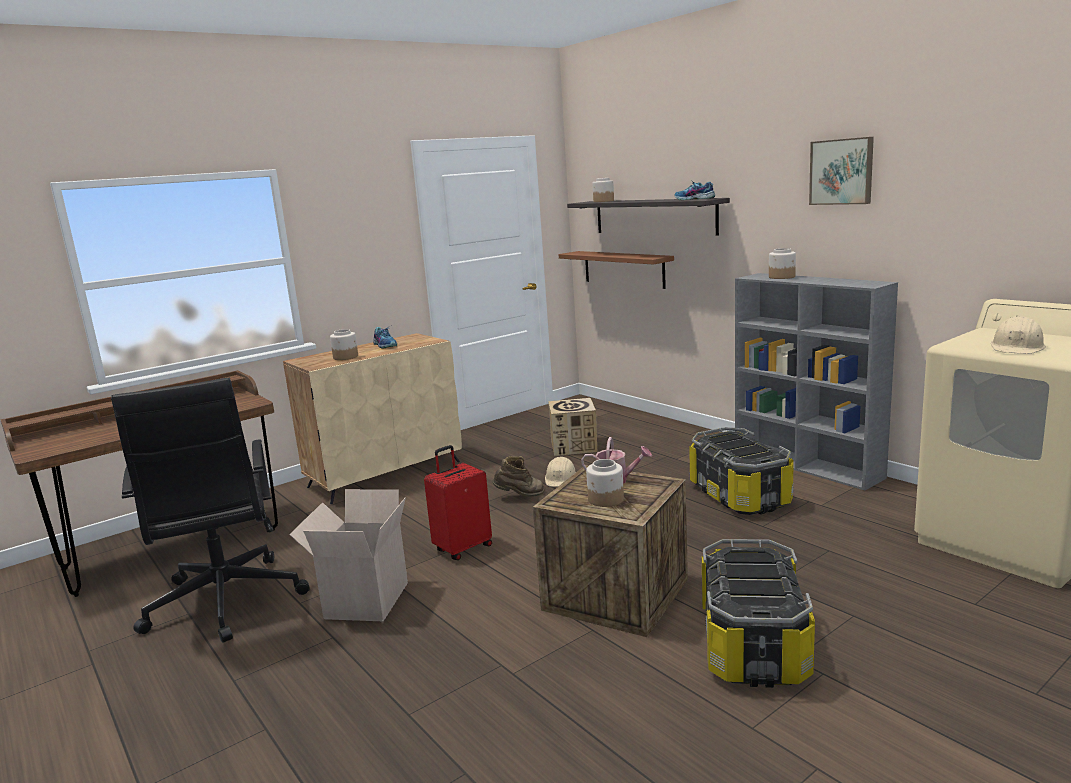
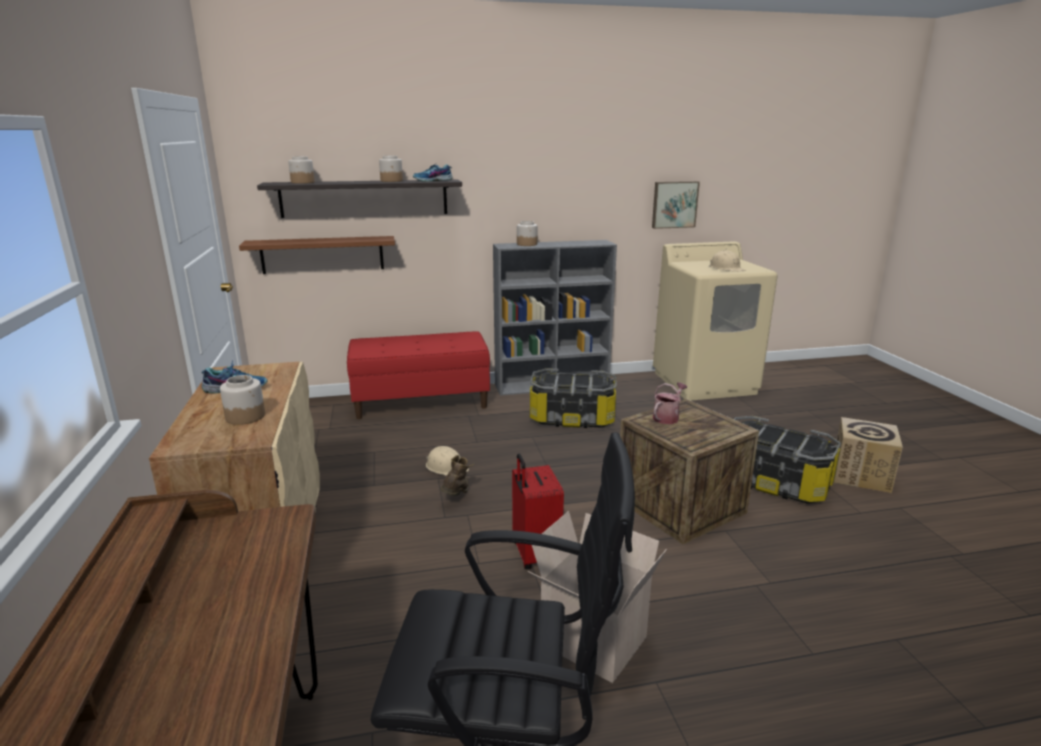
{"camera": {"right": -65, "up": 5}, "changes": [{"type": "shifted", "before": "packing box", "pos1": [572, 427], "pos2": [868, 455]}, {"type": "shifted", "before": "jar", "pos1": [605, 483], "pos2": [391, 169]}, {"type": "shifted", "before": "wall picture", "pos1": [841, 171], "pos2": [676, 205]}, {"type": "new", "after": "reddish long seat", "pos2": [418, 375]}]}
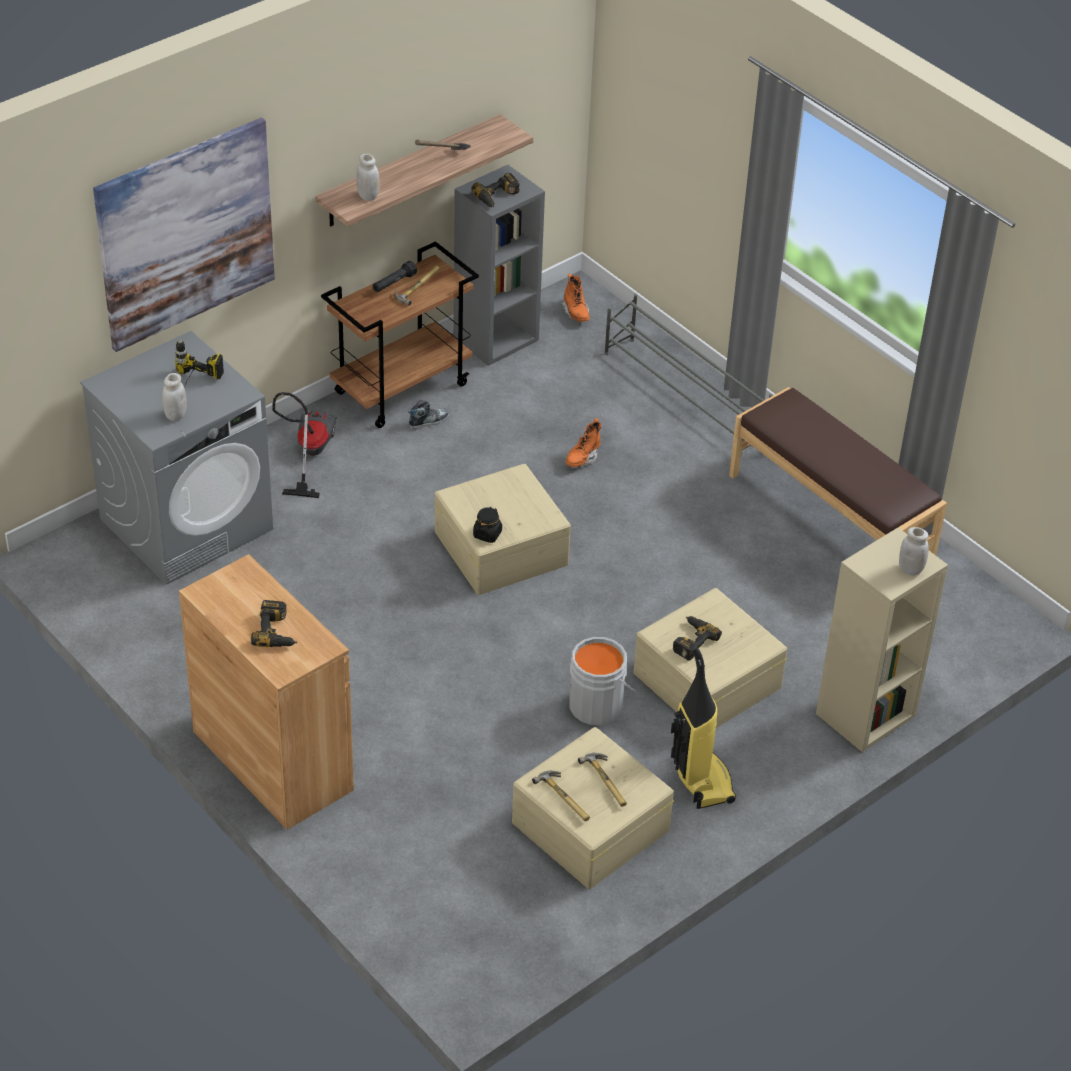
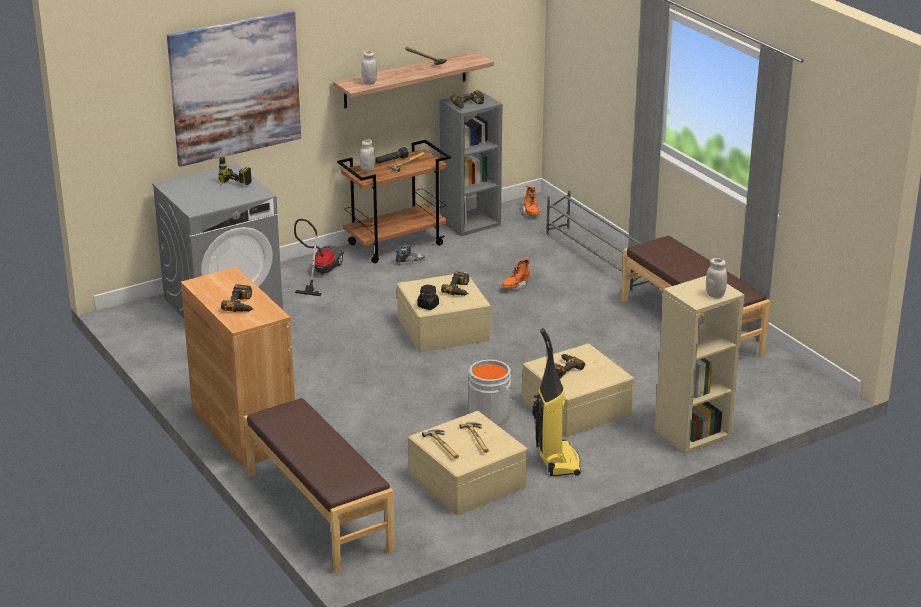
{"camera": {"right": 10, "up": -15}, "changes": [{"type": "shifted", "before": "white jar", "pos1": [174, 397], "pos2": [367, 155]}, {"type": "new", "after": "brown-coloured long seat", "pos2": [319, 485]}, {"type": "new", "after": "drill", "pos2": [455, 283]}]}
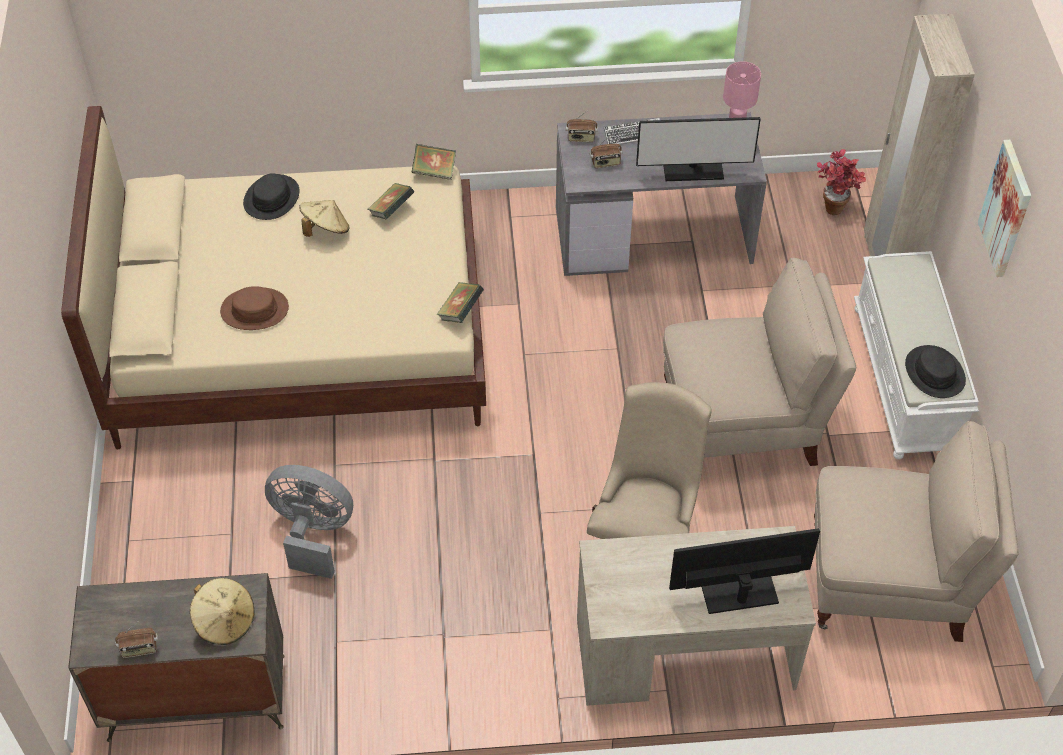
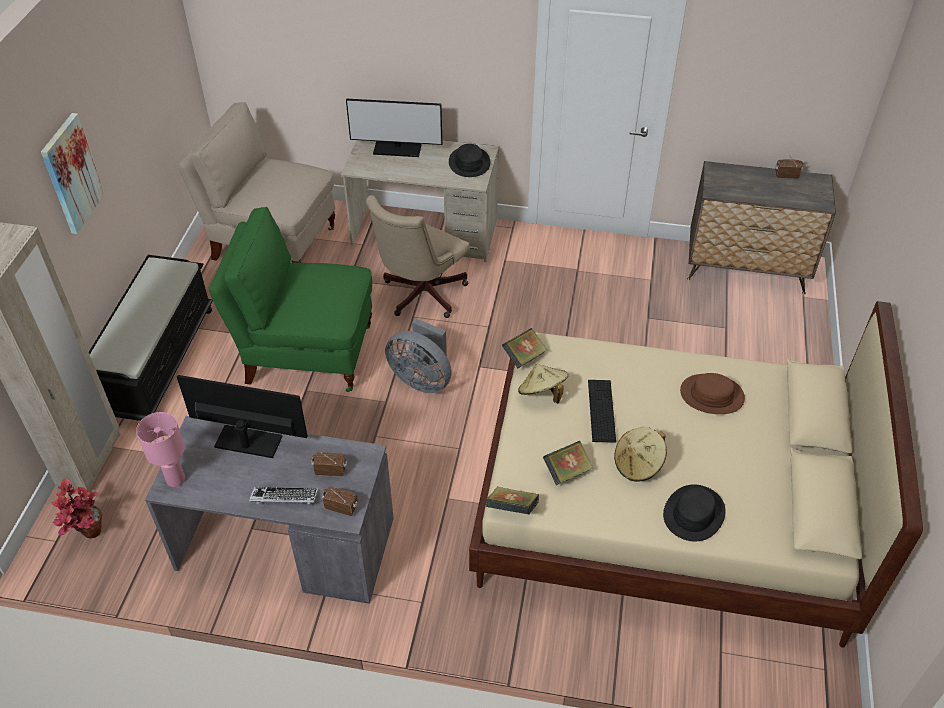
{"camera": {"right": -165, "up": -5}, "changes": [{"type": "shifted", "before": "beige-coloured clothing hat", "pos1": [222, 611], "pos2": [543, 384]}, {"type": "shifted", "before": "greyish electric fan", "pos1": [309, 522], "pos2": [418, 356]}, {"type": "repainted", "before": "beige-coloured chair", "after": "green chair", "pos1": [759, 362], "pos2": [290, 299]}, {"type": "repainted", "before": "white long seat", "after": "black-coloured long seat", "pos1": [916, 355], "pos2": [151, 338]}, {"type": "shifted", "before": "black-coloured clothing hat", "pos1": [935, 371], "pos2": [469, 160]}, {"type": "new", "after": "PC keyboard", "pos2": [602, 411]}]}
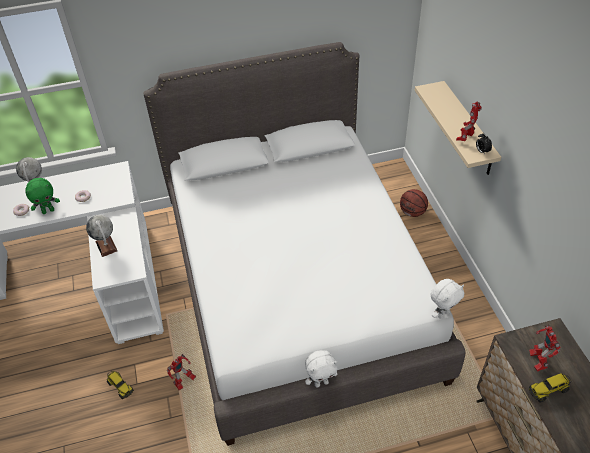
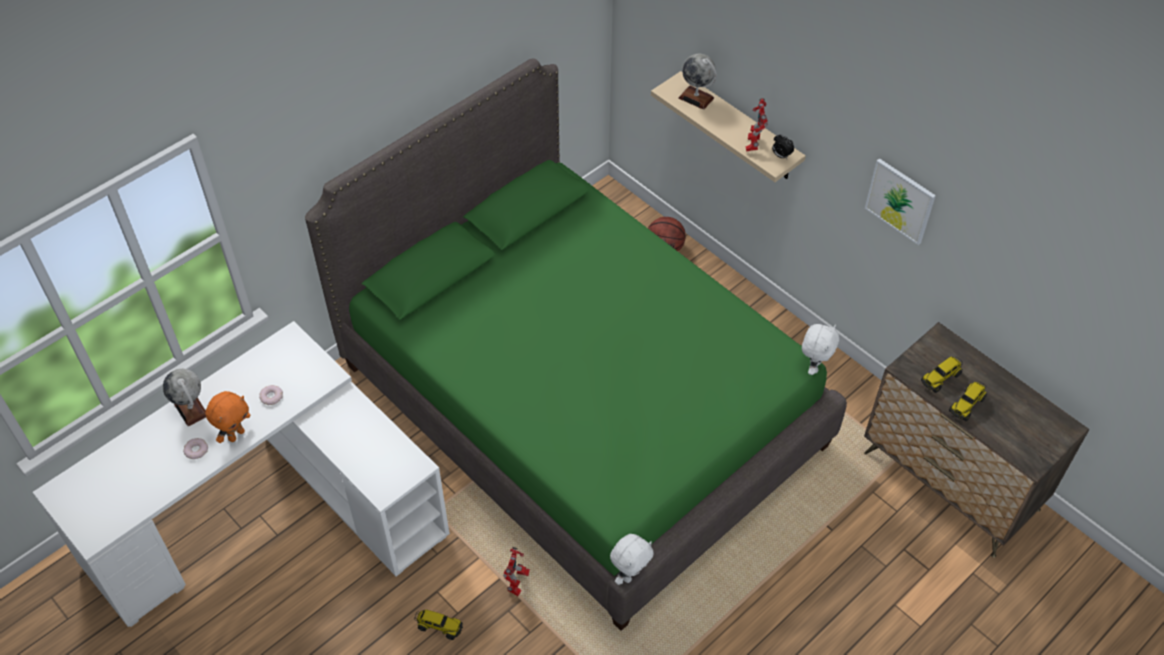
{"camera": {"right": -30, "up": 5}, "changes": [{"type": "repainted", "before": "green soft toy", "after": "orangey soft toy", "pos1": [42, 196], "pos2": [227, 417]}, {"type": "shifted", "before": "desk globe", "pos1": [102, 236], "pos2": [697, 82]}, {"type": "repainted", "before": "white bed", "after": "green bed", "pos1": [305, 244], "pos2": [576, 345]}, {"type": "shifted", "before": "white soft toy", "pos1": [321, 368], "pos2": [632, 559]}, {"type": "swapped", "before": "robot figure", "after": "toy lorry", "pos1": [545, 348], "pos2": [942, 374]}, {"type": "new", "after": "wall picture", "pos2": [900, 201]}]}
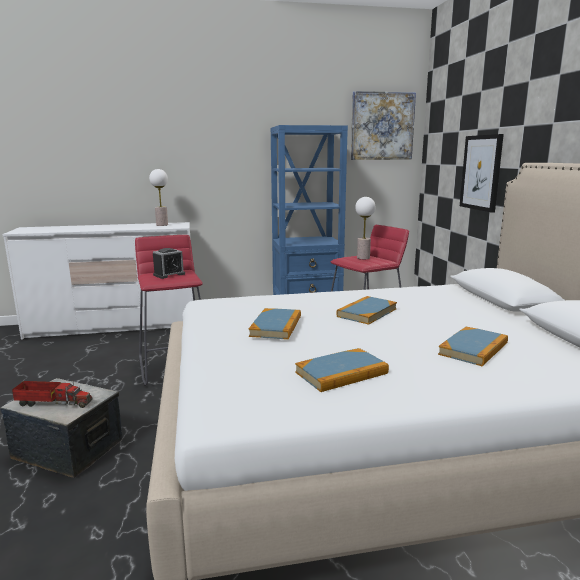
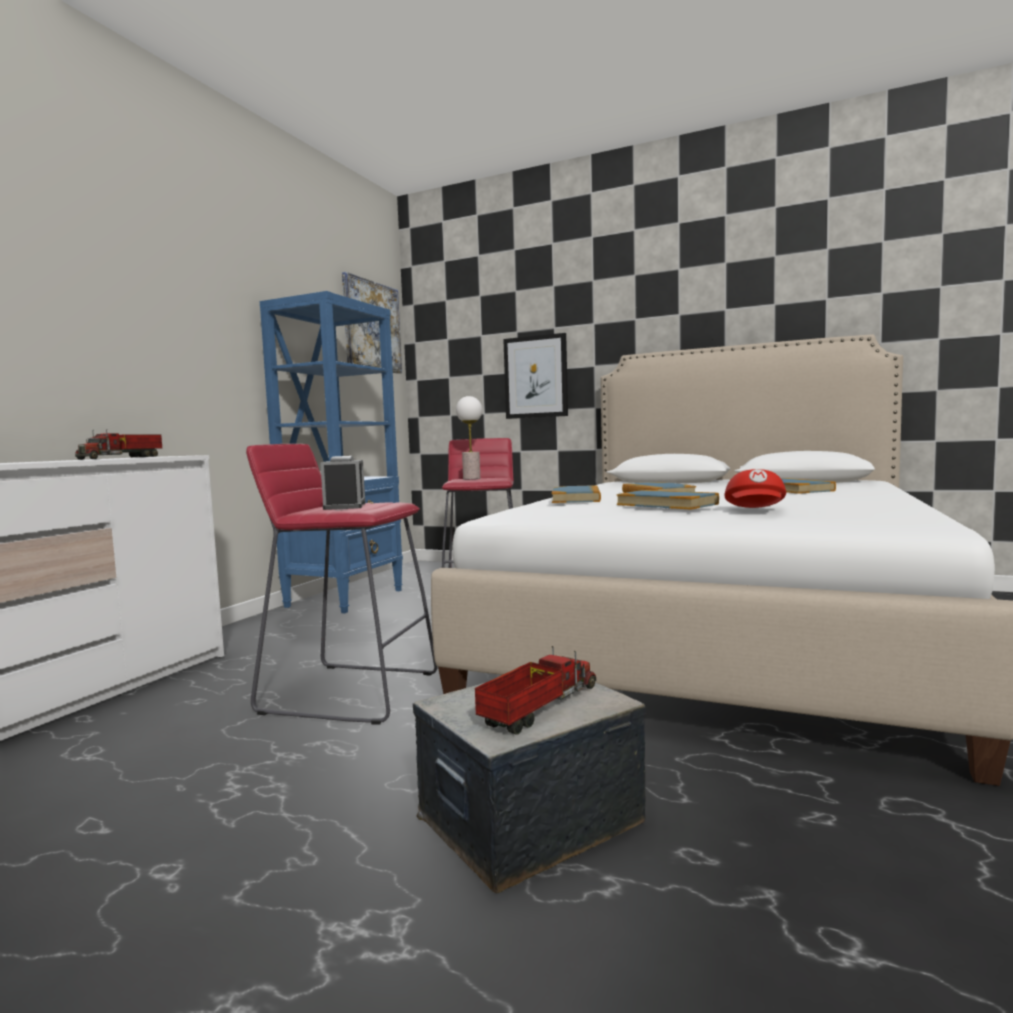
{"camera": {"right": -55, "up": -10}, "changes": [{"type": "swapped", "before": "table lamp", "after": "toy lorry", "pos1": [158, 197], "pos2": [118, 444]}, {"type": "shifted", "before": "book", "pos1": [342, 370], "pos2": [576, 494]}, {"type": "new", "after": "reddish peaked cap", "pos2": [755, 488]}]}
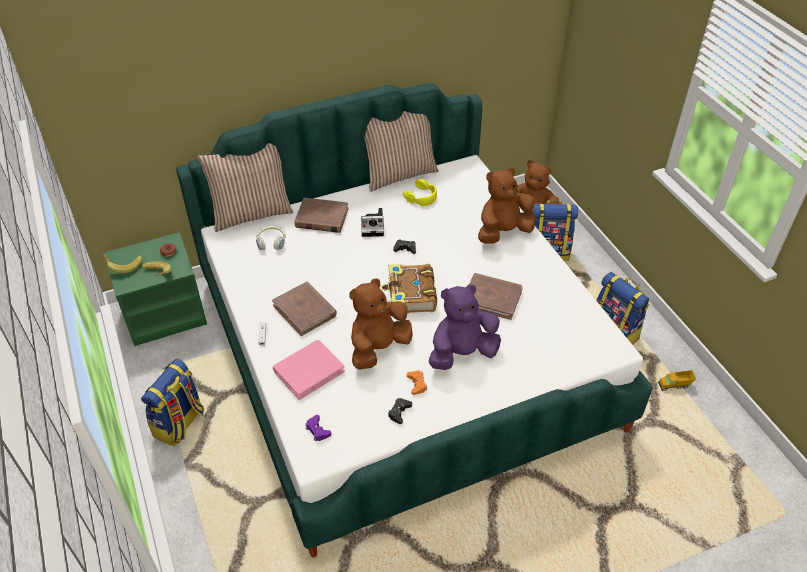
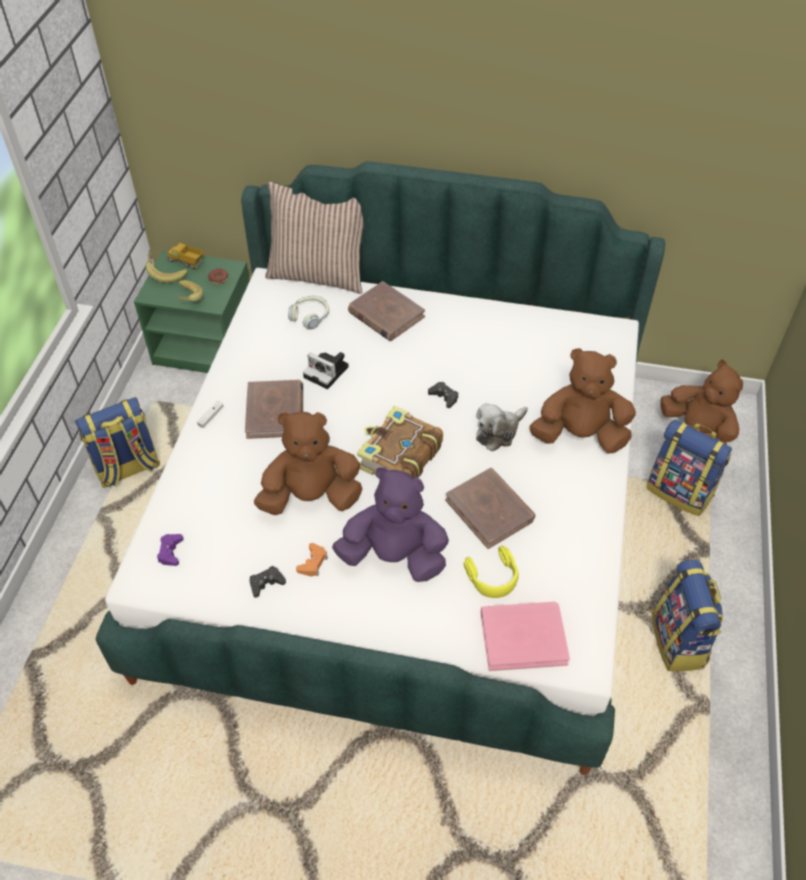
{"camera": {"right": 35, "up": 5}, "changes": [{"type": "shifted", "before": "pink-coloured book", "pos1": [309, 370], "pos2": [525, 636]}, {"type": "shifted", "before": "photo camera", "pos1": [372, 222], "pos2": [326, 370]}, {"type": "gone", "before": "throw pillow", "pos1": [402, 151]}, {"type": "shifted", "before": "yellow-coloured pair of headphones", "pos1": [420, 192], "pos2": [491, 572]}, {"type": "shifted", "before": "toy lorry", "pos1": [676, 380], "pos2": [185, 256]}, {"type": "new", "after": "soft toy", "pos2": [502, 427]}]}
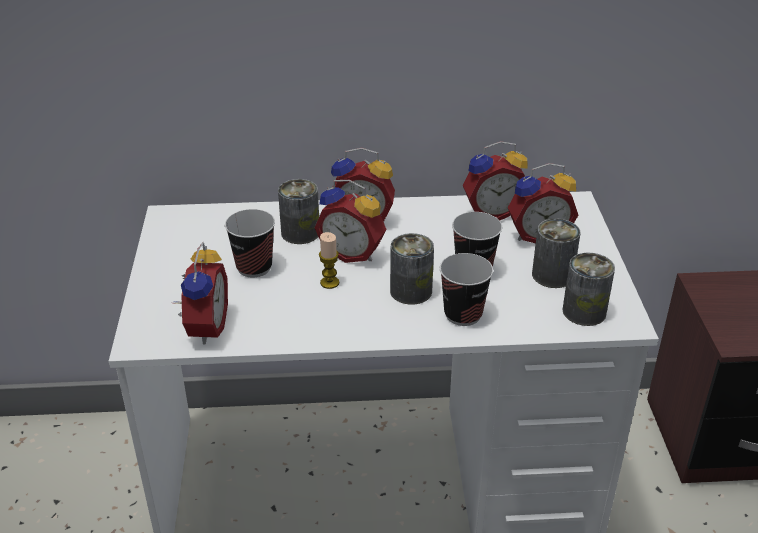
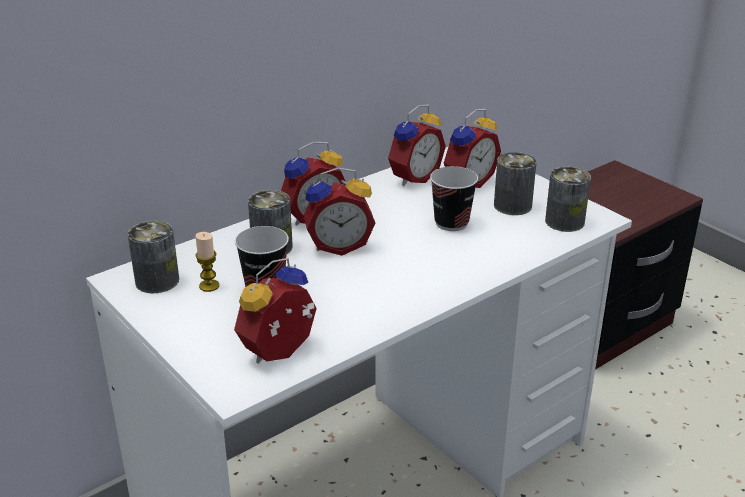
{"camera": {"right": -35, "up": -5}, "changes": [{"type": "rotated", "before": "alarm clock", "pos1": [201, 293], "pos2": [275, 310], "turn": -105}, {"type": "shifted", "before": "wax light", "pos1": [329, 260], "pos2": [207, 262]}, {"type": "shifted", "before": "sealed can", "pos1": [412, 269], "pos2": [153, 257]}, {"type": "gone", "before": "small cup", "pos1": [466, 289]}]}
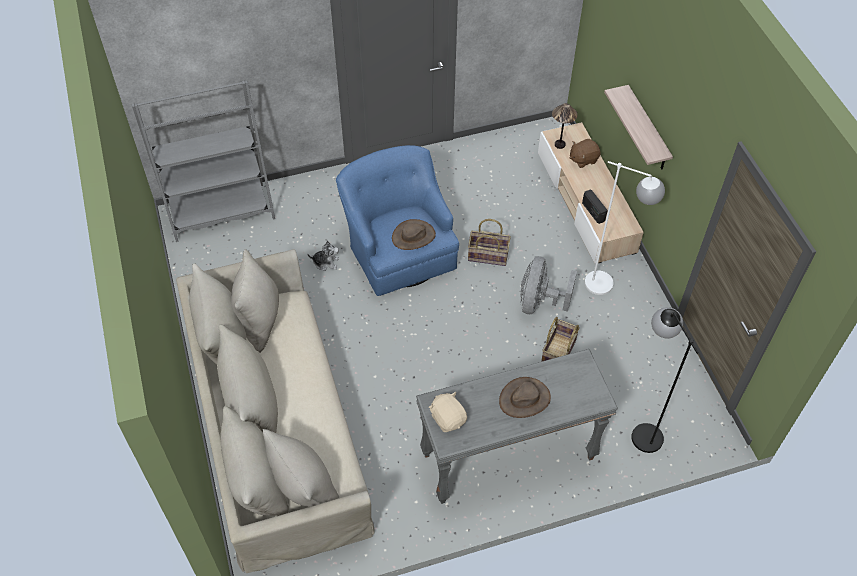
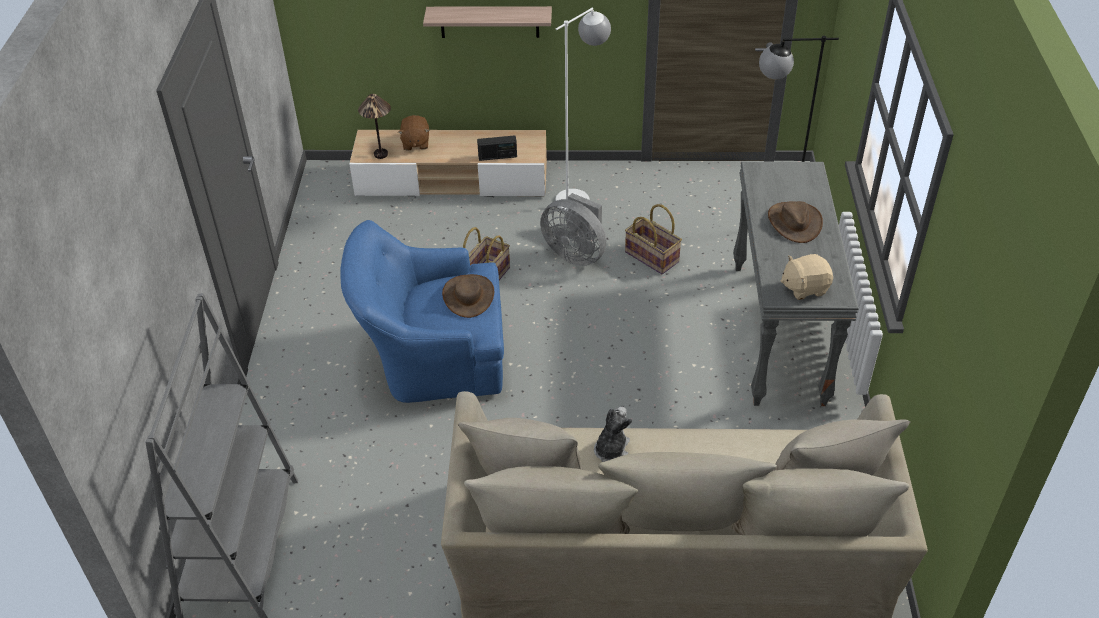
{"camera": {"right": -70, "up": -10}, "changes": [{"type": "shifted", "before": "soft toy", "pos1": [323, 256], "pos2": [613, 434]}]}
